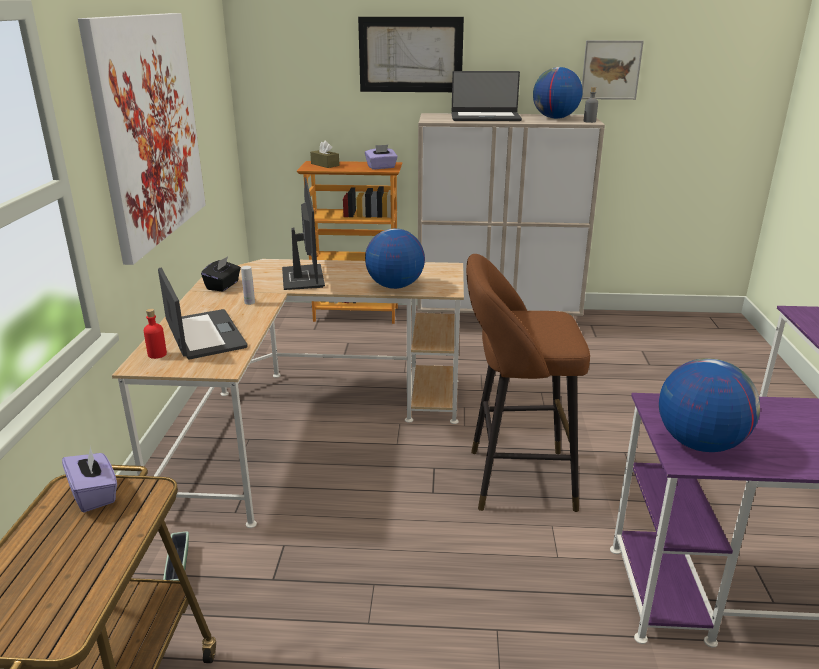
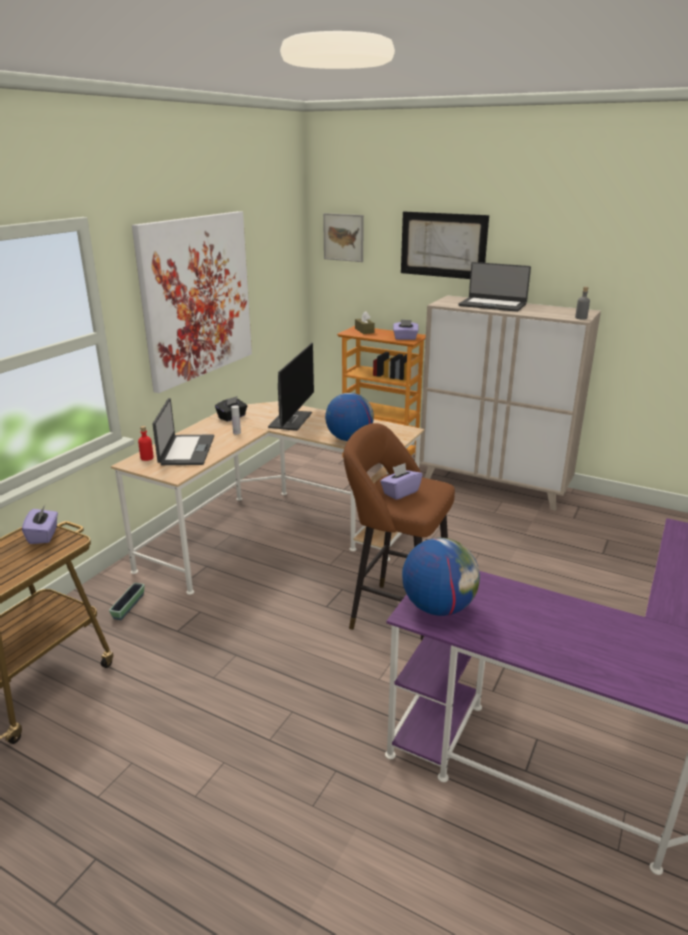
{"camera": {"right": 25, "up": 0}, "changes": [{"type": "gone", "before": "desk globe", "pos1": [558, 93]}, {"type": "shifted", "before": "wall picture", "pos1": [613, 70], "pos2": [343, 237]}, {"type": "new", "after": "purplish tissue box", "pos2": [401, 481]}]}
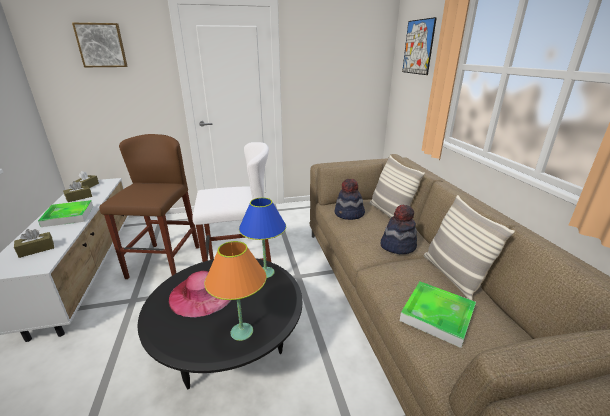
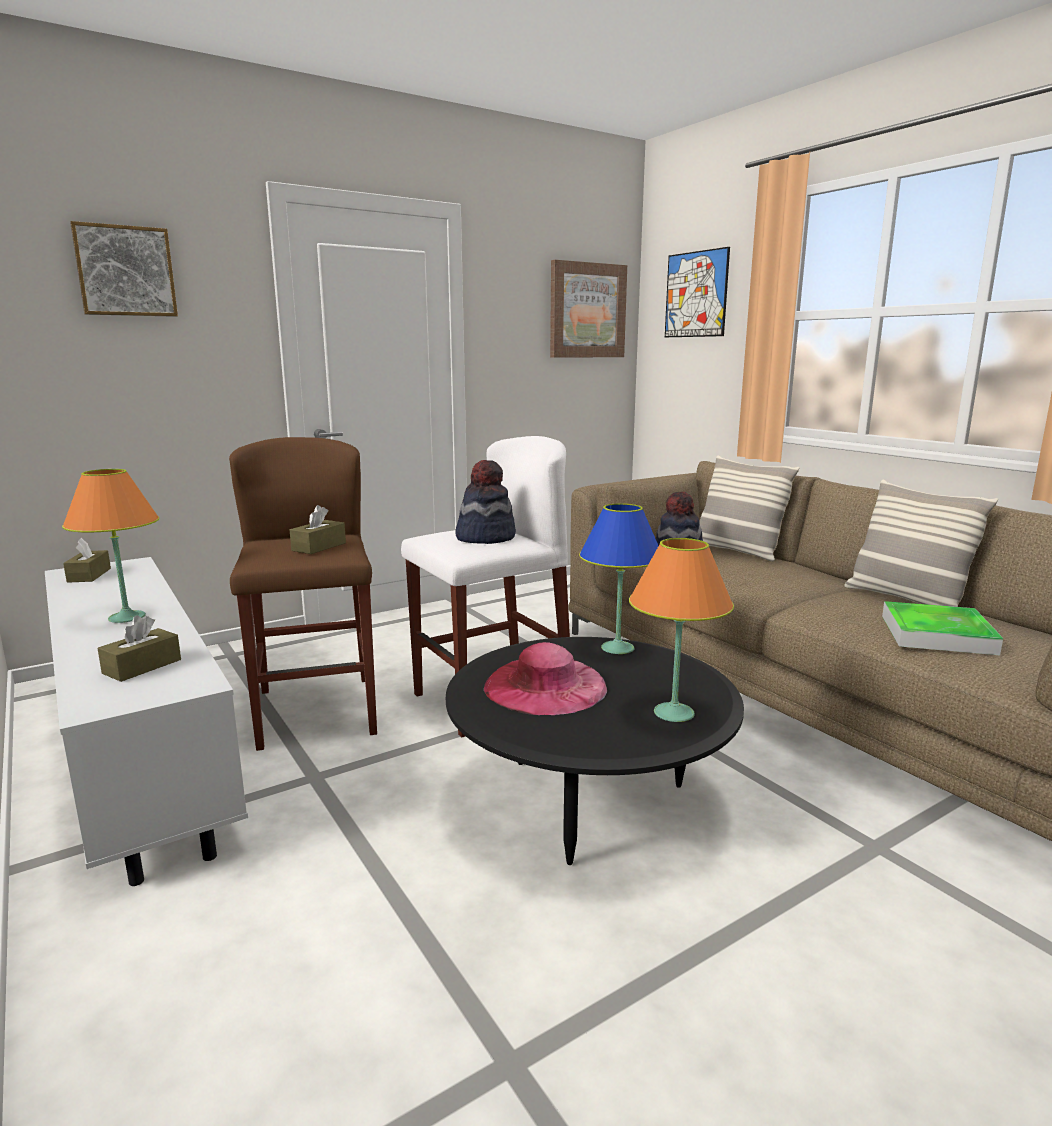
{"camera": {"right": -20, "up": -10}, "changes": [{"type": "swapped", "before": "serving tray", "after": "orangey table lamp", "pos1": [65, 213], "pos2": [110, 546]}, {"type": "shifted", "before": "brown-coloured tissue box", "pos1": [77, 191], "pos2": [318, 529]}, {"type": "shifted", "before": "clothing hat", "pos1": [399, 229], "pos2": [485, 502]}, {"type": "new", "after": "wall picture", "pos2": [588, 309]}]}
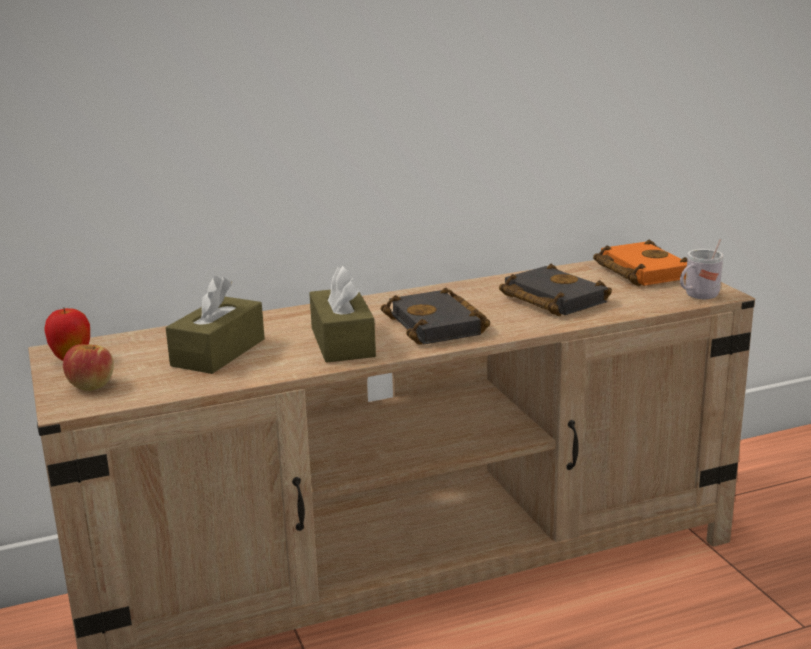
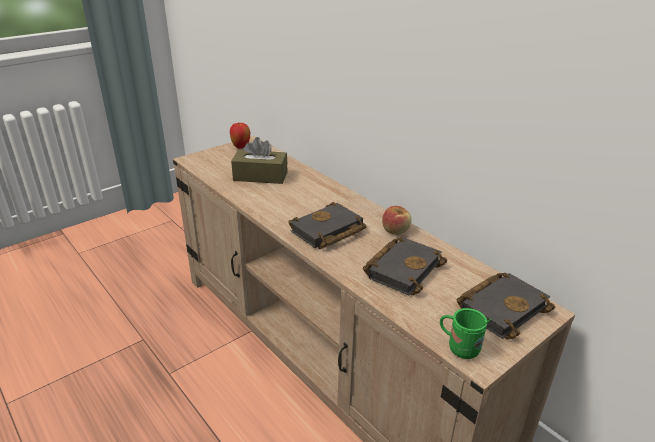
{"camera": {"right": 70, "up": 10}, "changes": [{"type": "shifted", "before": "apple", "pos1": [88, 367], "pos2": [397, 220]}, {"type": "gone", "before": "brown-coloured tissue box", "pos1": [342, 314]}, {"type": "repainted", "before": "orangey book", "after": "black-coloured book", "pos1": [640, 262], "pos2": [505, 306]}, {"type": "repainted", "before": "white tea mug", "after": "green tea mug", "pos1": [701, 269], "pos2": [466, 333]}]}
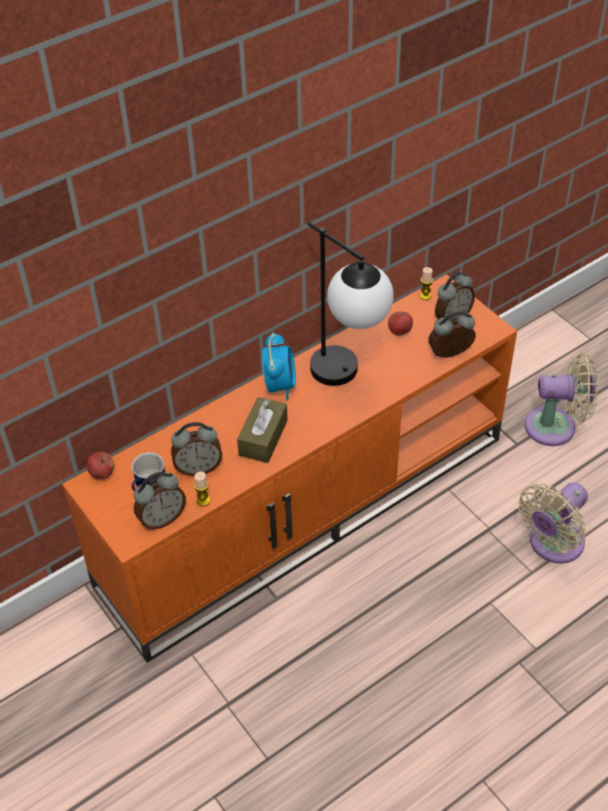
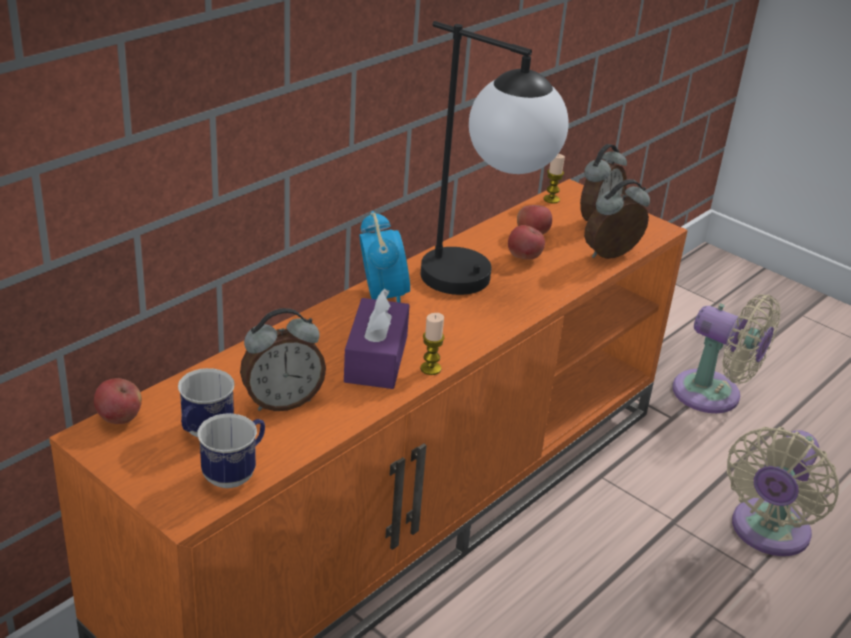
{"camera": {"right": -15, "up": -15}, "changes": [{"type": "swapped", "before": "alarm clock", "after": "tea mug", "pos1": [160, 501], "pos2": [231, 450]}, {"type": "shifted", "before": "wax light", "pos1": [202, 488], "pos2": [432, 344]}, {"type": "repainted", "before": "brown-coloured tissue box", "after": "purplish tissue box", "pos1": [262, 430], "pos2": [377, 338]}, {"type": "rotated", "before": "beige-coloured electric fan", "pos1": [561, 399], "pos2": [726, 353], "turn": 45}, {"type": "new", "after": "apple", "pos2": [526, 242]}]}
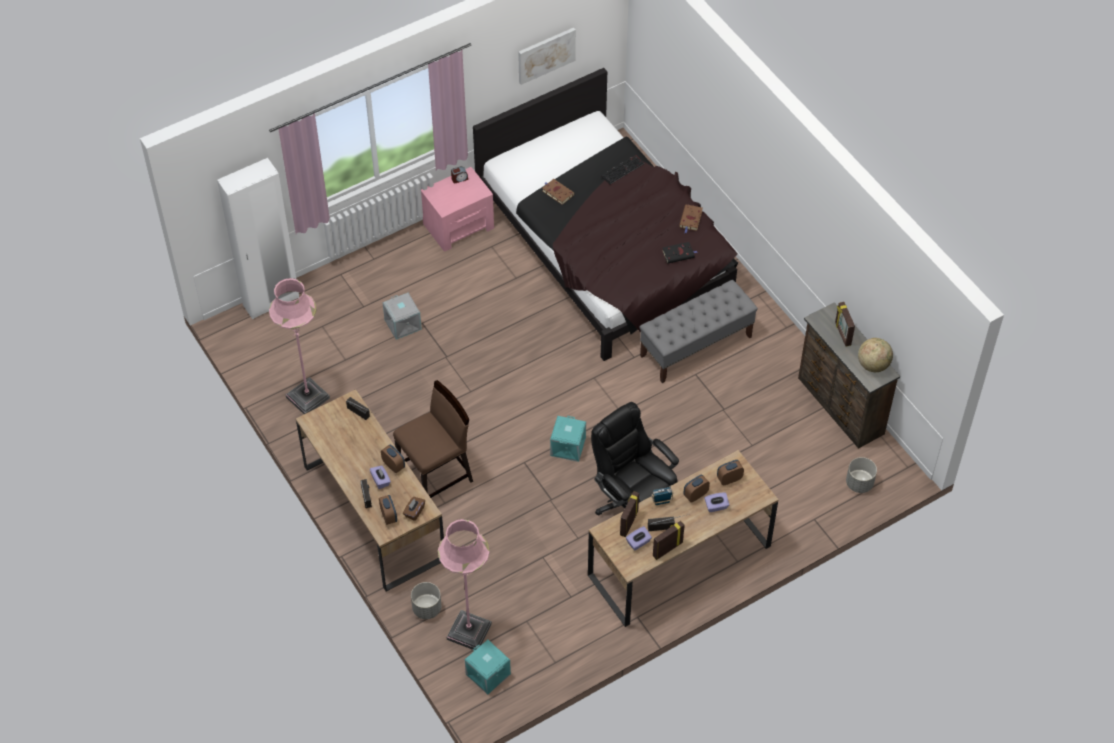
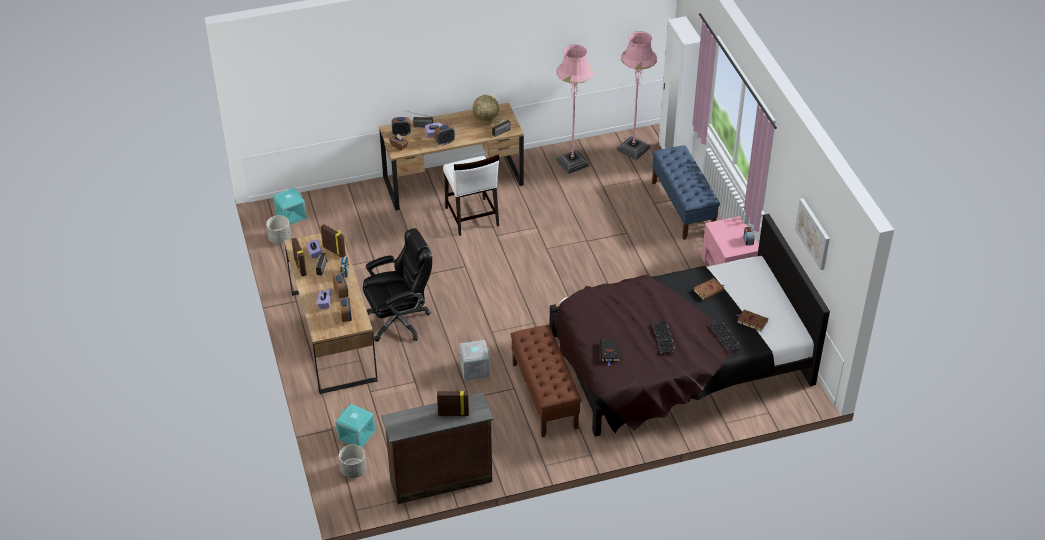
{"camera": {"right": 105, "up": -10}, "changes": [{"type": "shifted", "before": "greyish storage box", "pos1": [402, 316], "pos2": [474, 360]}, {"type": "repainted", "before": "brown-coloured chair", "after": "white chair", "pos1": [433, 439], "pos2": [471, 195]}, {"type": "shifted", "before": "greyish planter", "pos1": [426, 600], "pos2": [278, 229]}, {"type": "shifted", "before": "pink-coloured floor lamp", "pos1": [465, 584], "pos2": [636, 95]}, {"type": "shifted", "before": "turquoise storage box", "pos1": [568, 439], "pos2": [355, 425]}, {"type": "repainted", "before": "greyish long seat", "after": "brown-coloured long seat", "pos1": [698, 331], "pos2": [545, 381]}, {"type": "shifted", "before": "brown-coloured book", "pos1": [691, 219], "pos2": [752, 320]}, {"type": "shifted", "before": "desk globe", "pos1": [875, 355], "pos2": [486, 108]}, {"type": "new", "after": "bluish long seat", "pos2": [686, 193]}, {"type": "new", "after": "PC keyboard", "pos2": [664, 338]}]}
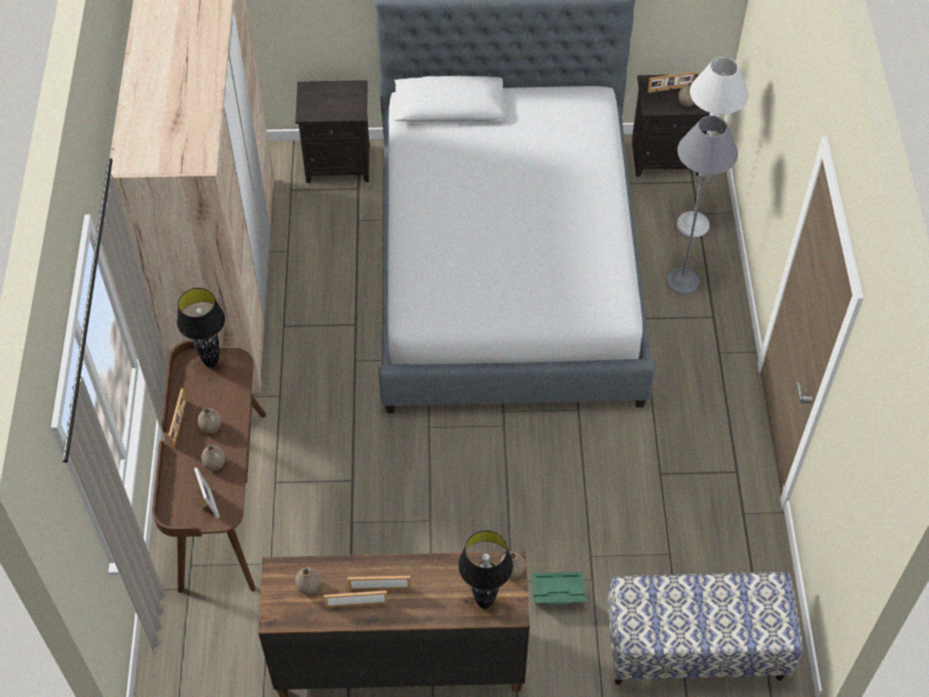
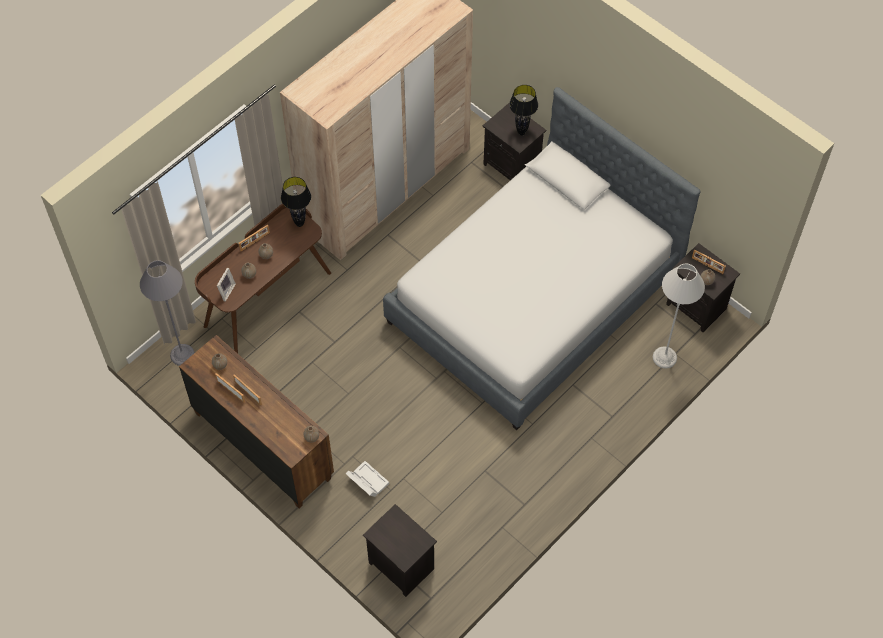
{"camera": {"right": 45, "up": 5}, "changes": [{"type": "shifted", "before": "black-coloured table lamp", "pos1": [485, 570], "pos2": [523, 110]}, {"type": "repainted", "before": "green storage box", "after": "white storage box", "pos1": [559, 588], "pos2": [367, 479]}, {"type": "swapped", "before": "long seat", "after": "black-coloured bedside table", "pos1": [705, 628], "pos2": [400, 550]}, {"type": "shifted", "before": "greyish floor lamp", "pos1": [702, 205], "pos2": [167, 313]}]}
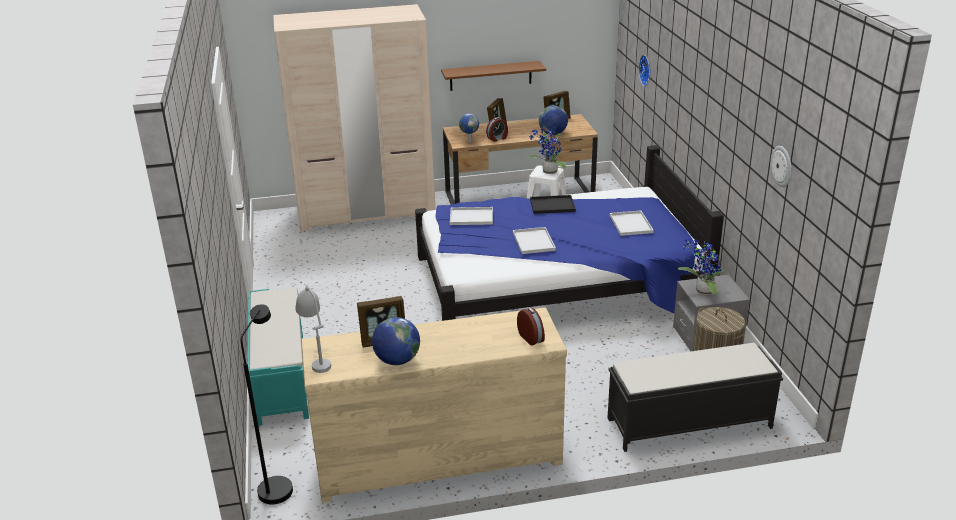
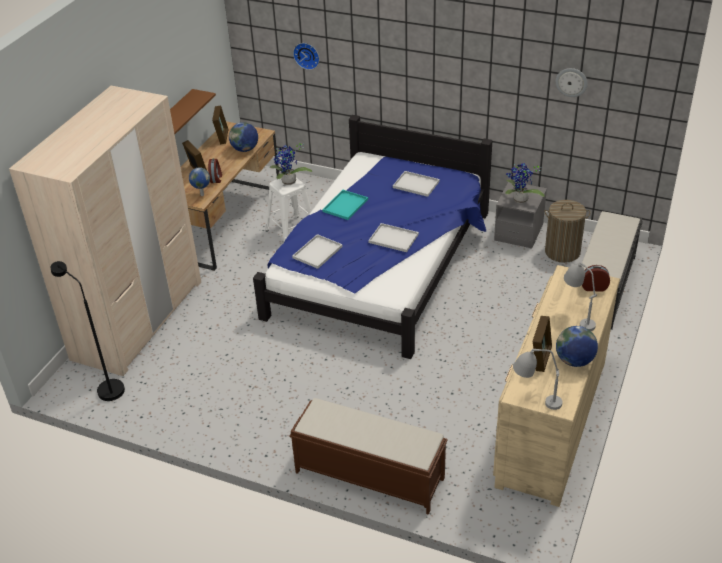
{"camera": {"right": -55, "up": 10}, "changes": [{"type": "shifted", "before": "black-coloured floor lamp", "pos1": [266, 404], "pos2": [88, 331]}, {"type": "repainted", "before": "turquoise long seat", "after": "brown-coloured long seat", "pos1": [278, 356], "pos2": [369, 456]}, {"type": "repainted", "before": "black-coloured serving tray", "after": "turquoise serving tray", "pos1": [553, 204], "pos2": [345, 205]}, {"type": "new", "after": "greyish table lamp", "pos2": [580, 296]}]}
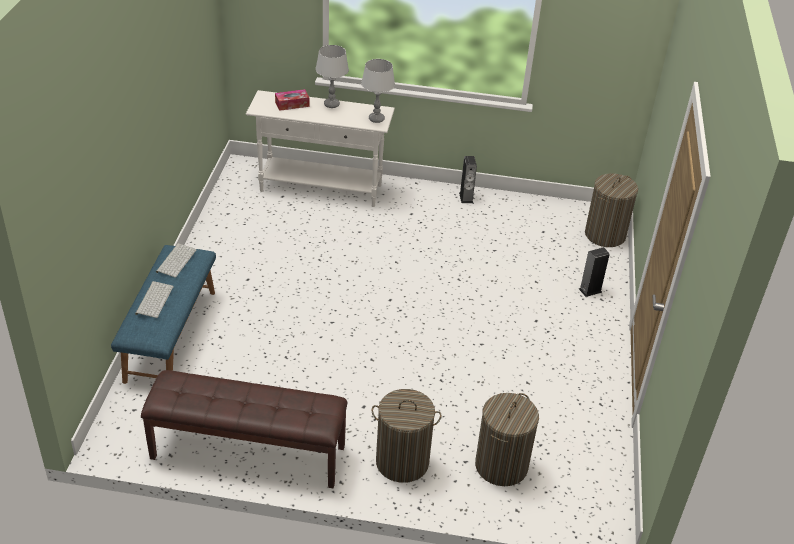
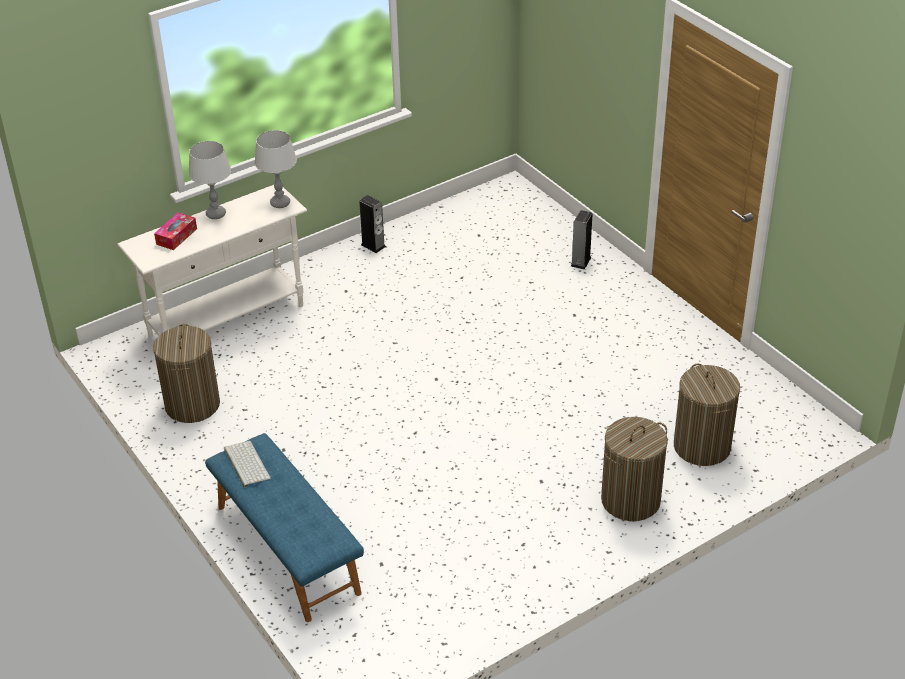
{"camera": {"right": -40, "up": 0}, "changes": [{"type": "gone", "before": "PC keyboard", "pos1": [154, 299]}, {"type": "gone", "before": "brown-coloured long seat", "pos1": [244, 429]}, {"type": "shifted", "before": "hamper", "pos1": [611, 210], "pos2": [186, 373]}]}
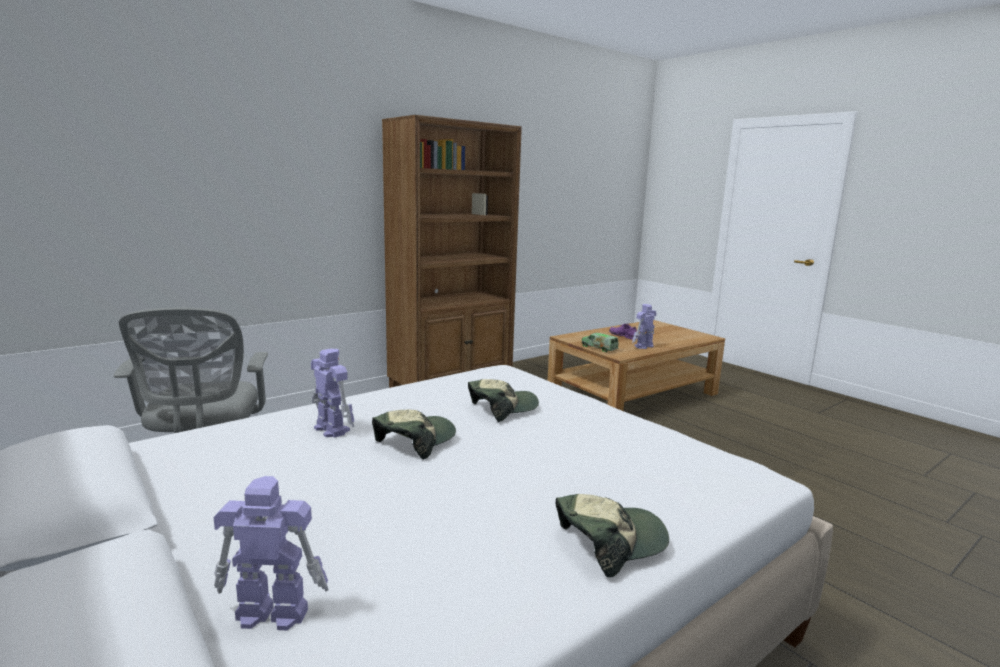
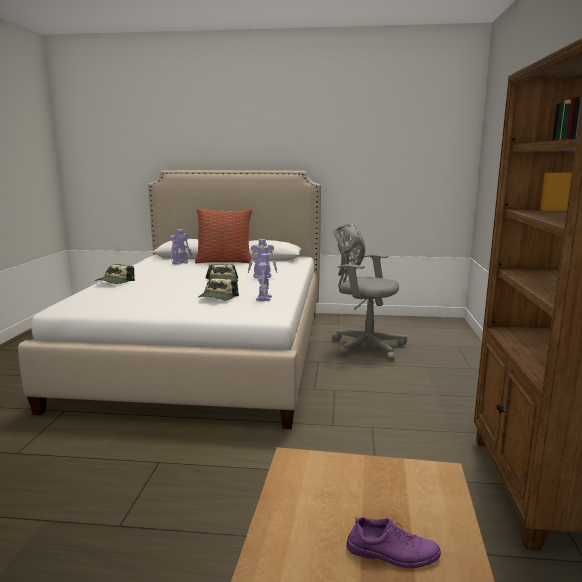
{"camera": {"right": 135, "up": 0}, "changes": [{"type": "gone", "before": "toy lorry", "pos1": [600, 342]}, {"type": "shifted", "before": "robot figure", "pos1": [644, 326], "pos2": [264, 277]}, {"type": "new", "after": "throw pillow", "pos2": [223, 236]}]}
